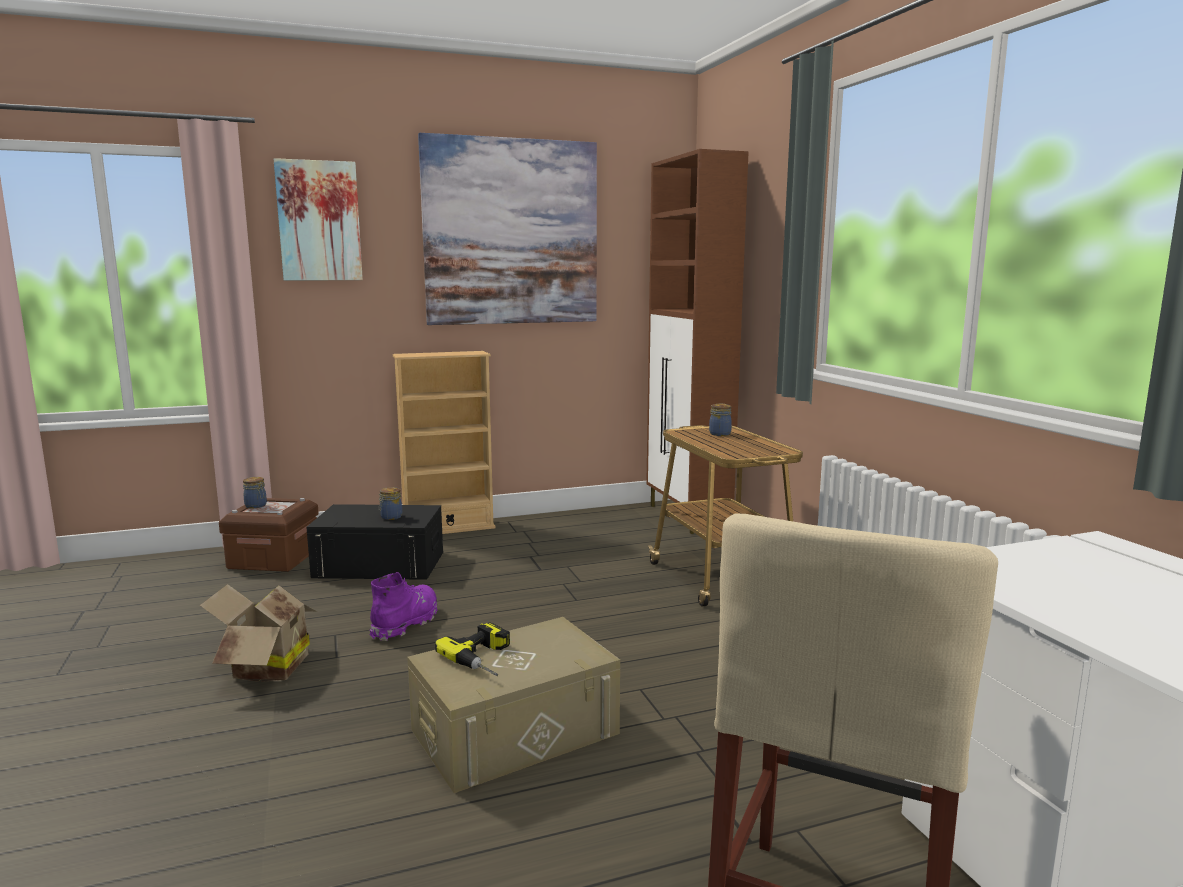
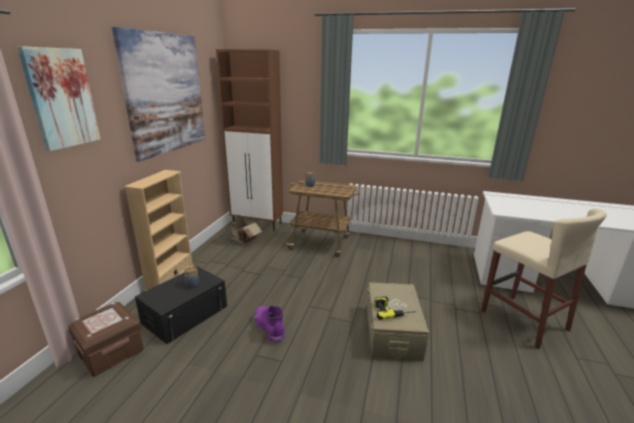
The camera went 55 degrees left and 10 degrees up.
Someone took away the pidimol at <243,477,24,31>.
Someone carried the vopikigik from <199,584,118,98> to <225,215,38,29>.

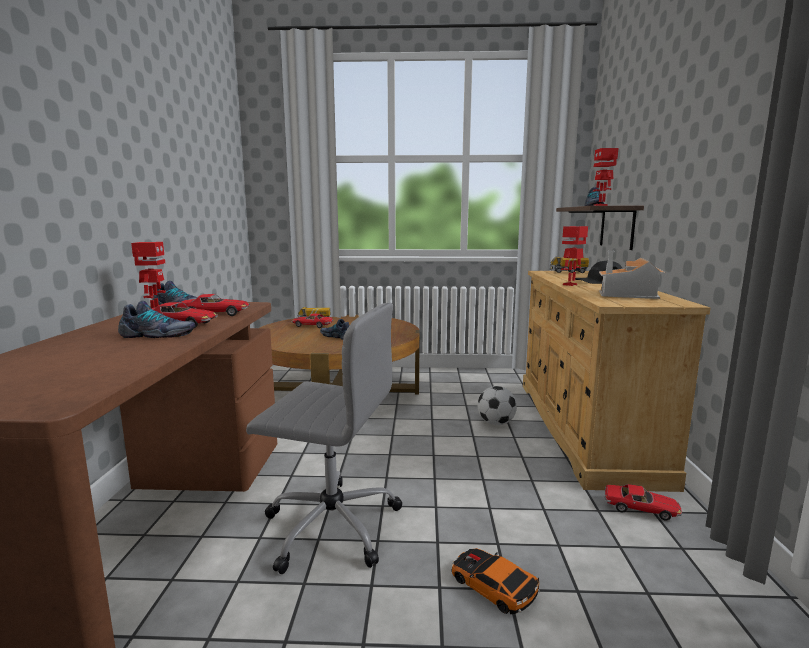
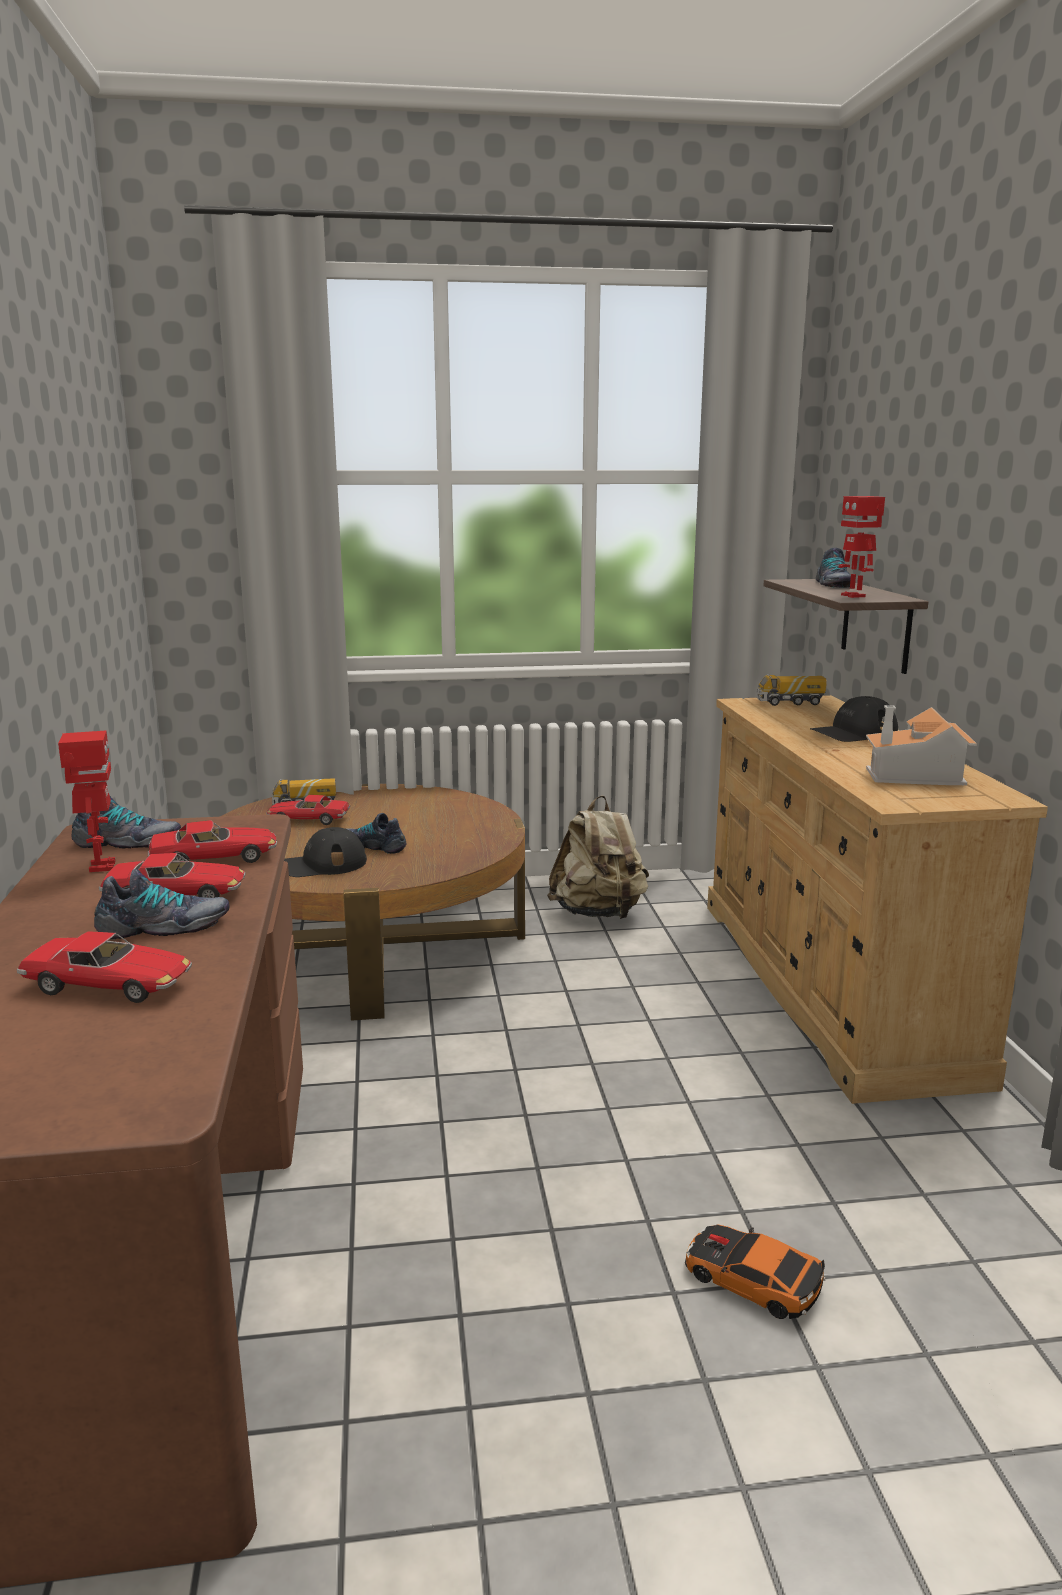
The camera went 10 degrees left and 5 degrees up.
Someone took away the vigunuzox at <561,226,27,60>.
Someone took away the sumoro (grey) at <246,303,156,271>.
Someone took away the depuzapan at <478,386,39,39>.
Someone carried the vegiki from <605,484,77,36> to <17,931,175,72>.
Someone put down the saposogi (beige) at <547,795,102,124>.
Someone put down the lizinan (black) at <284,827,83,50>.

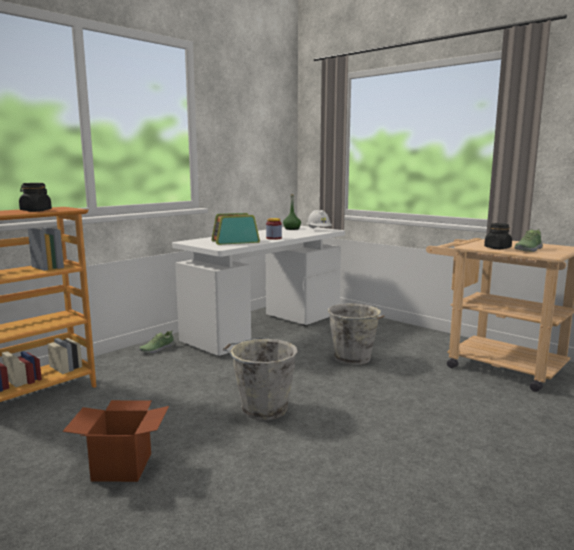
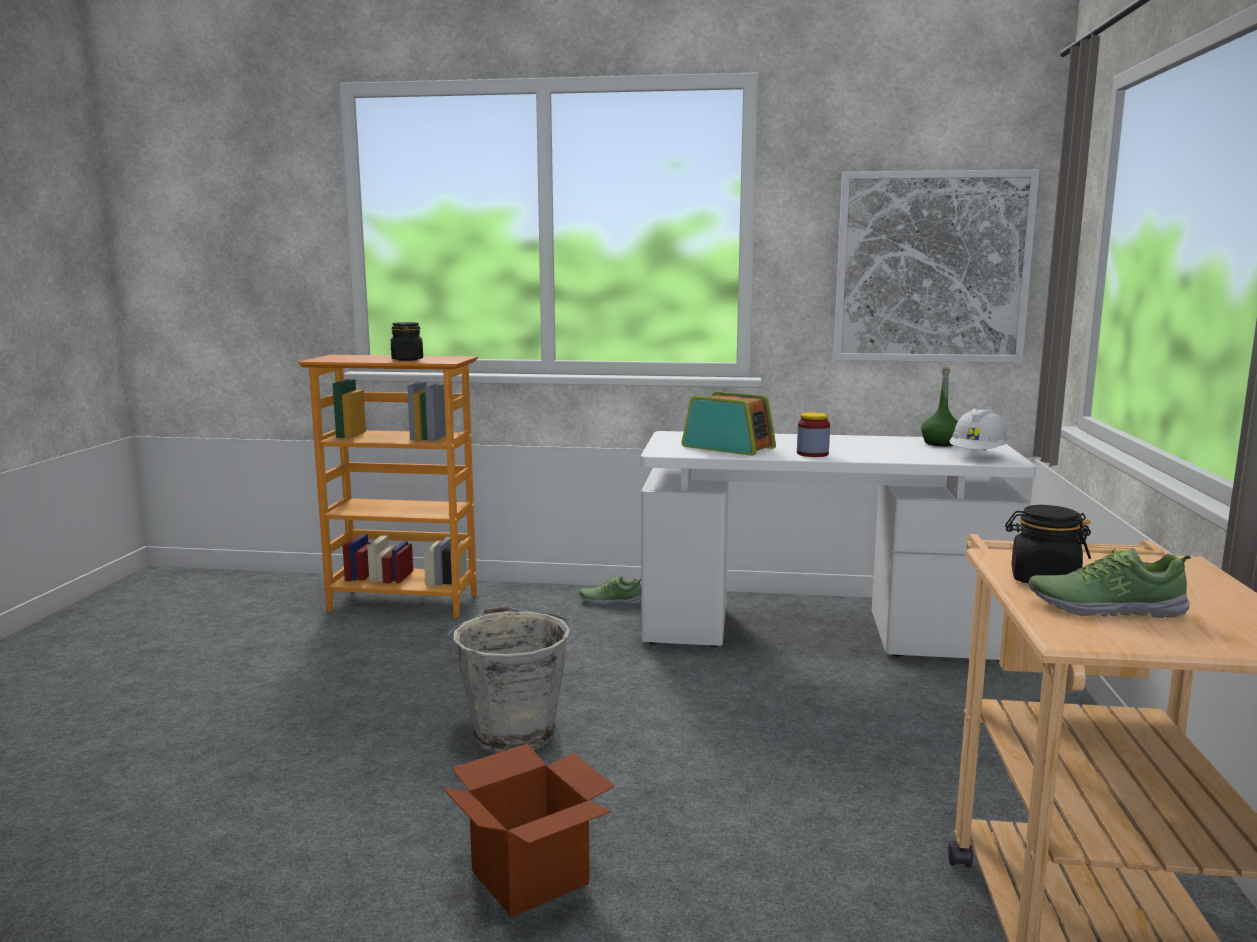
The camera went 55 degrees right and 0 degrees up.
Someone took away the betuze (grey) at <328,303,57,62>.
Someone carried the vopikigik from <63,400,106,82> to <442,744,173,173>.
Someone put up the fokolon at <833,169,207,194>.

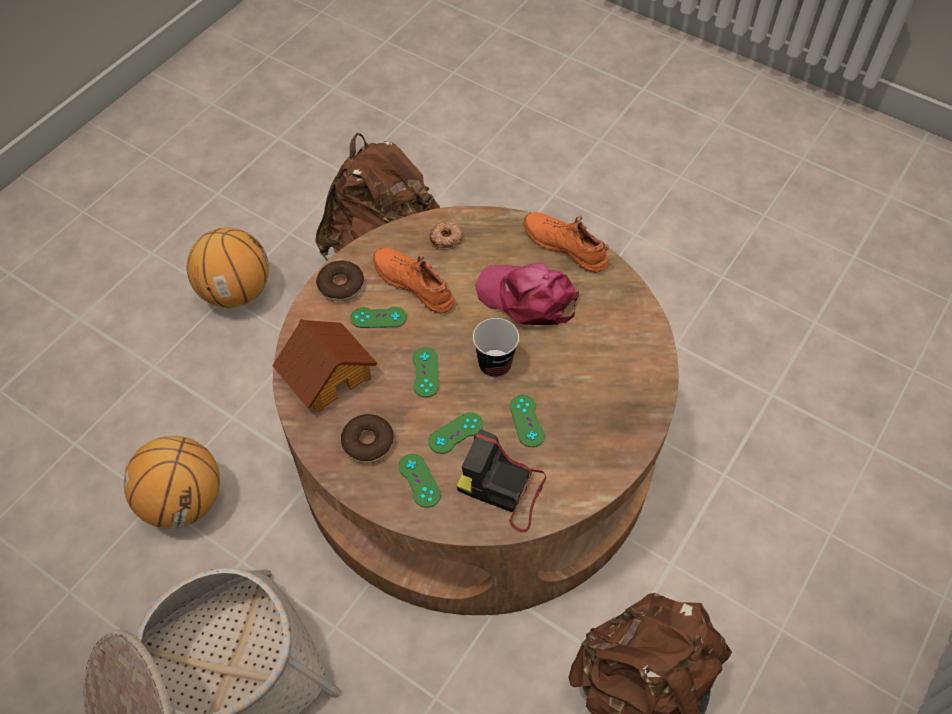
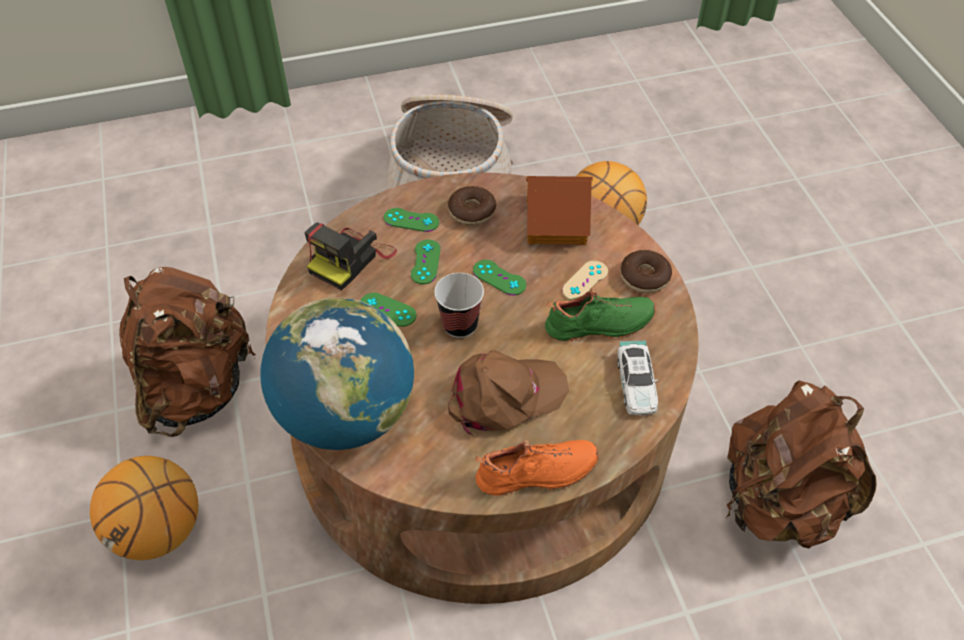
The camera went 130 degrees right and 5 degrees down.
Someone swapped the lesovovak at <430,221,33,29> for the vegiki at <617,340,41,76>.
Someone carried the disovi from <187,228,82,80> to <90,456,108,104>.
Someone repainted the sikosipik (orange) at <373,248,82,66>, which became the sikosipik (green) at <545,288,110,53>.
Someone repainted the lizinan (pink) at <475,263,104,62>, which became the lizinan (brown) at <448,350,121,87>.
Someone repainted the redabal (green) at <350,307,57,21>, which became the redabal (beige) at <562,261,46,38>.
Someone rotated the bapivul at <457,429,89,104> by 150 degrees clockwise.
Someone put down the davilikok at <260,298,154,152>.

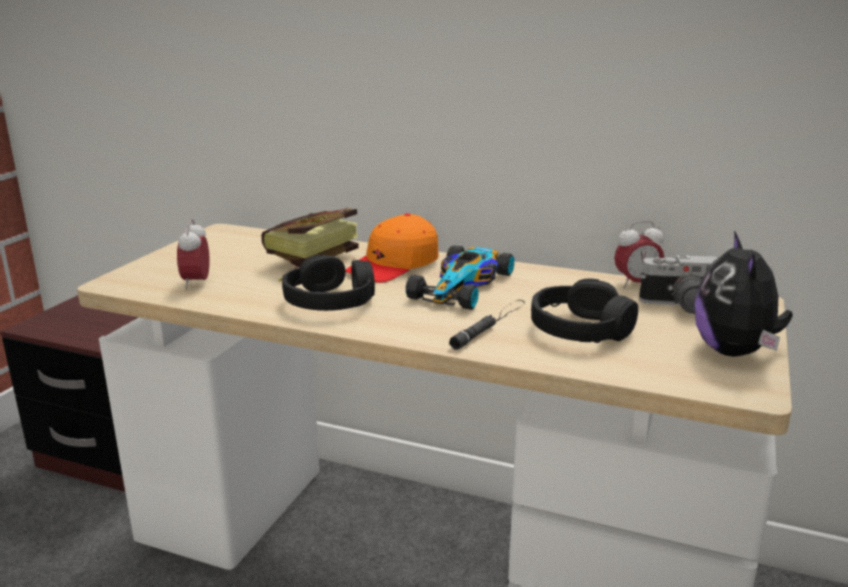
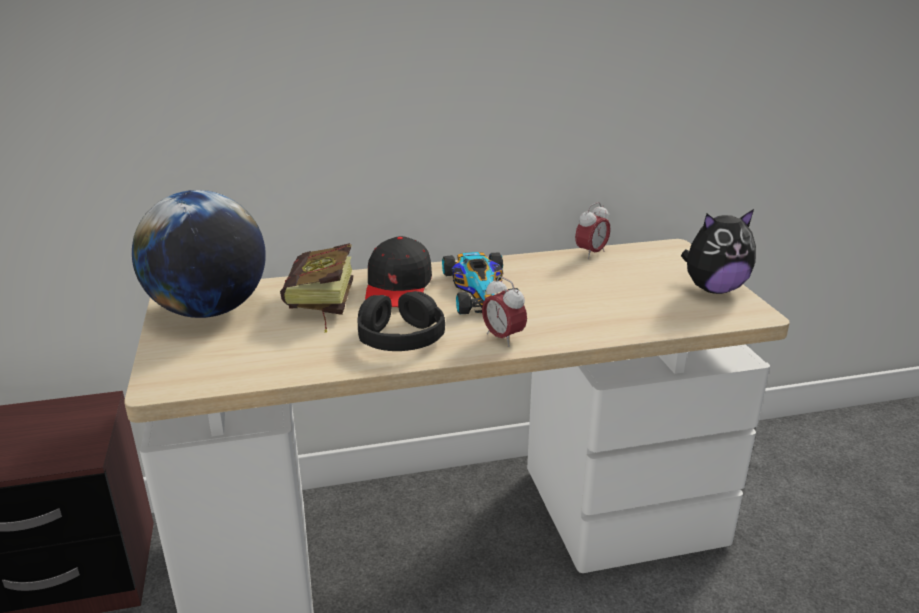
The camera went 35 degrees left and 5 degrees up.
Someone repainted the lizinan (orange) at <345,213,94,70>, which became the lizinan (black) at <365,236,67,71>.
Someone carried the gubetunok from <177,219,33,71> to <482,276,45,71>.
Someone rotated the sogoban at <695,230,98,127> by 75 degrees counterclockwise.
Someone took away the bapivul at <639,255,78,59>.
Someone took away the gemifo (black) at <531,278,107,65>.
Someone took away the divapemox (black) at <449,300,76,50>.
Someone put down the davilikok at <132,190,134,128>.

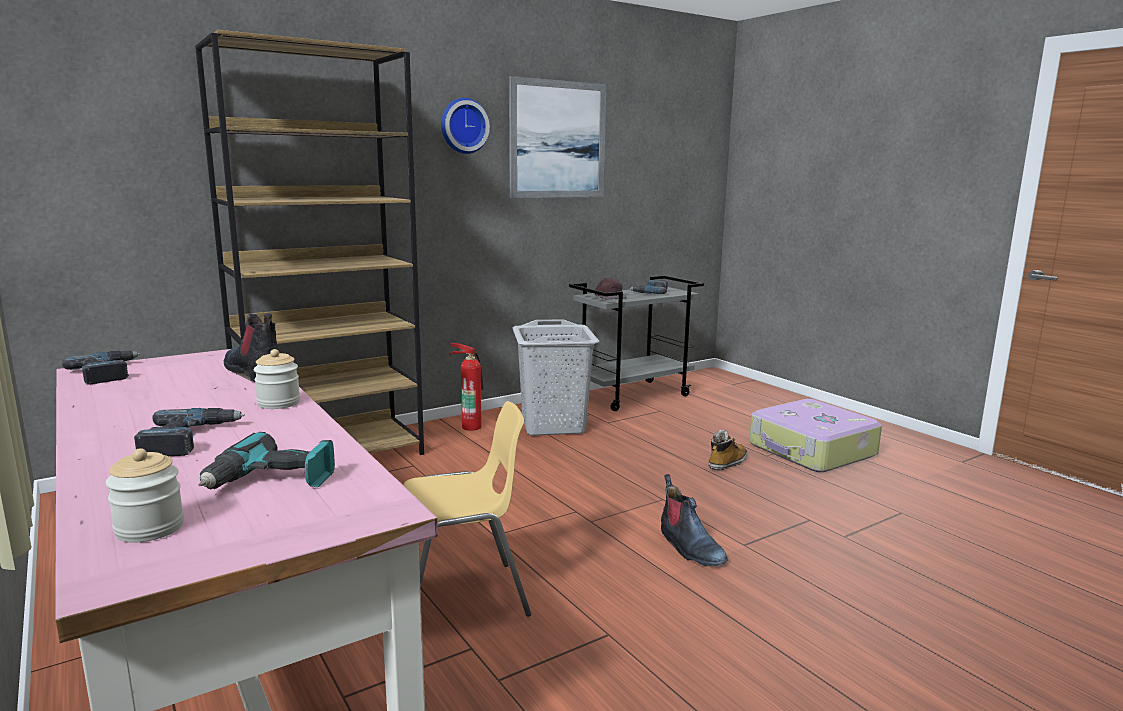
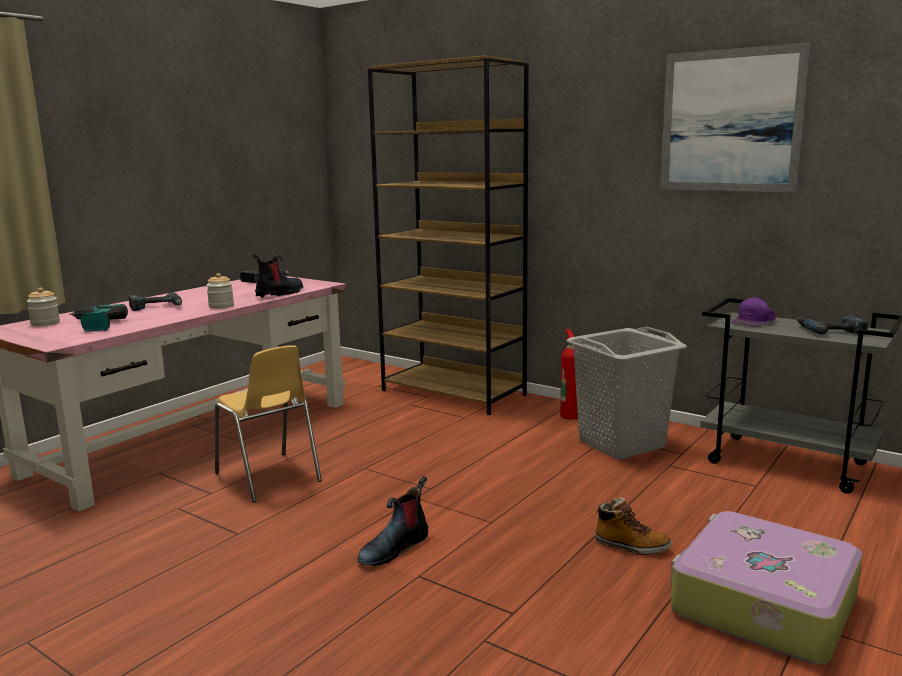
The camera went 70 degrees right and 0 degrees up.
Someone took away the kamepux at <441,98,49,56>.
Someone repainted the lizinan (brown) at <595,278,31,21>, which became the lizinan (purple) at <731,297,45,30>.

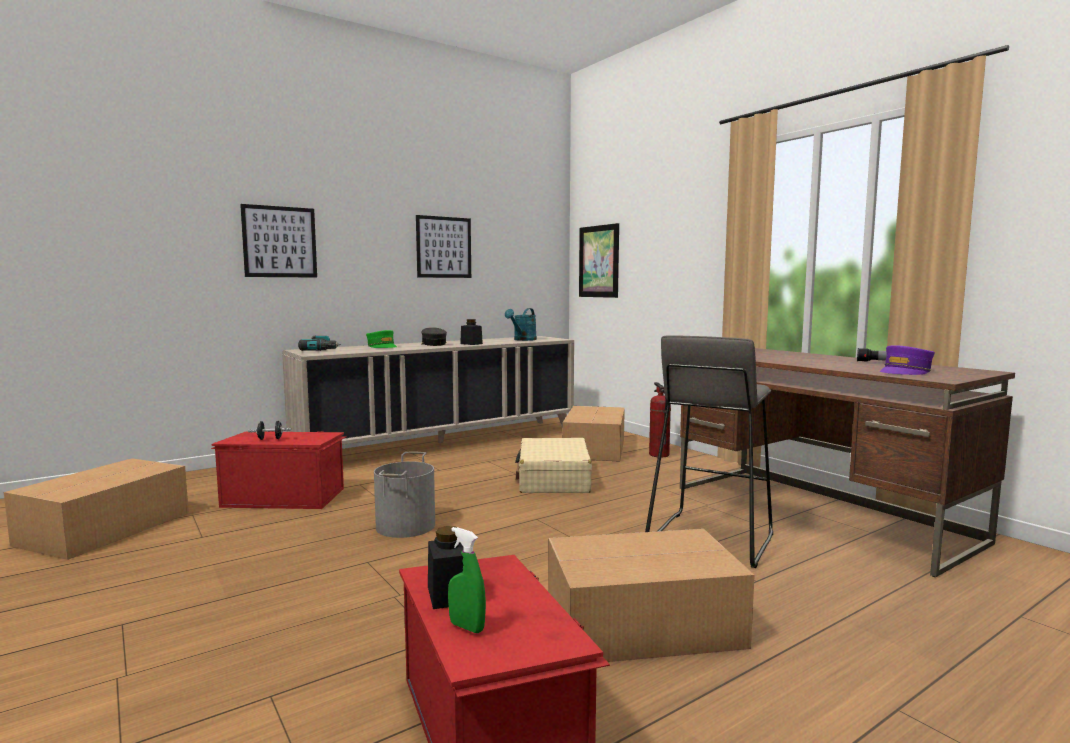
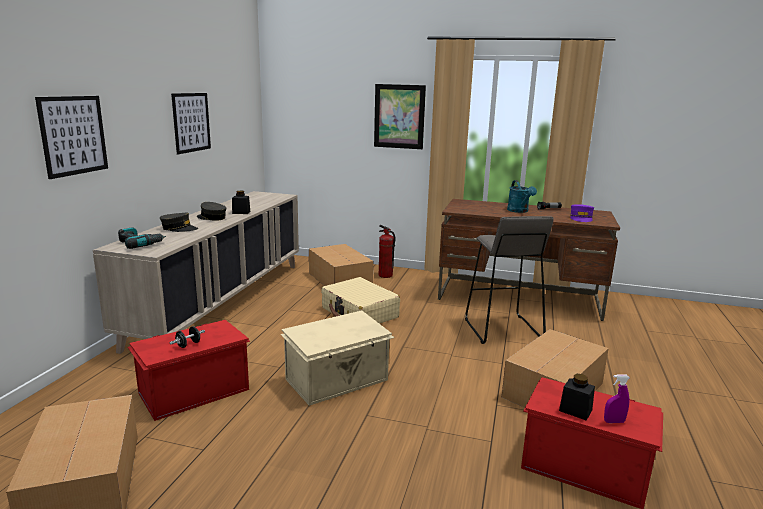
The camera went 40 degrees left and 10 degrees up.
Someone carried the fokolon from <579,223,40,75> to <374,84,52,65>.
Someone carried the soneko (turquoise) from <505,308,32,33> to <507,180,30,33>.
Someone repainted the lizinan (green) at <366,330,31,18>, which became the lizinan (grey) at <160,212,38,20>.
Someone swapped the betuze (grey) at <374,452,61,86> for the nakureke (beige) at <281,310,113,96>.
Someone repainted the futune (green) at <448,527,38,106>, which became the futune (purple) at <604,374,26,49>.

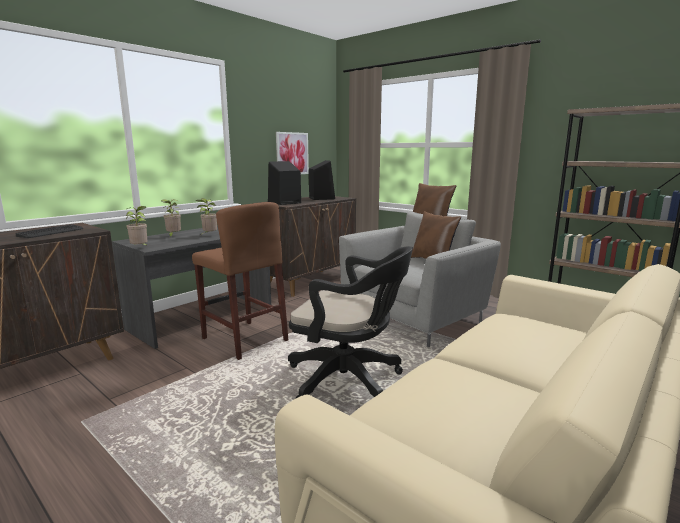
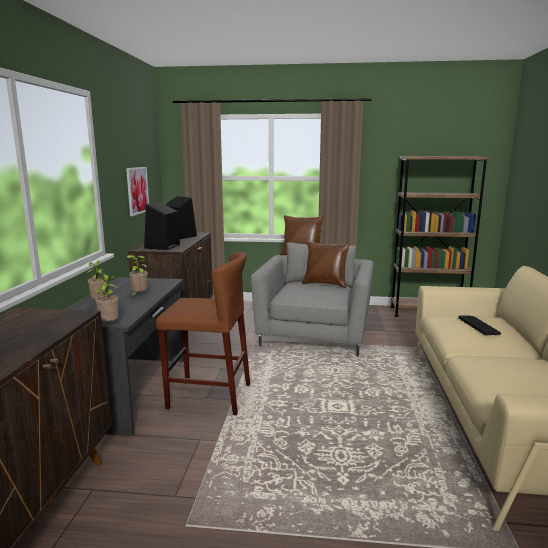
The camera went 35 degrees left and 0 degrees up.
Someone carried the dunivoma from <15,224,68,14> to <458,315,43,20>.
Someone took away the sumoro (black) at <288,246,125,152>.

